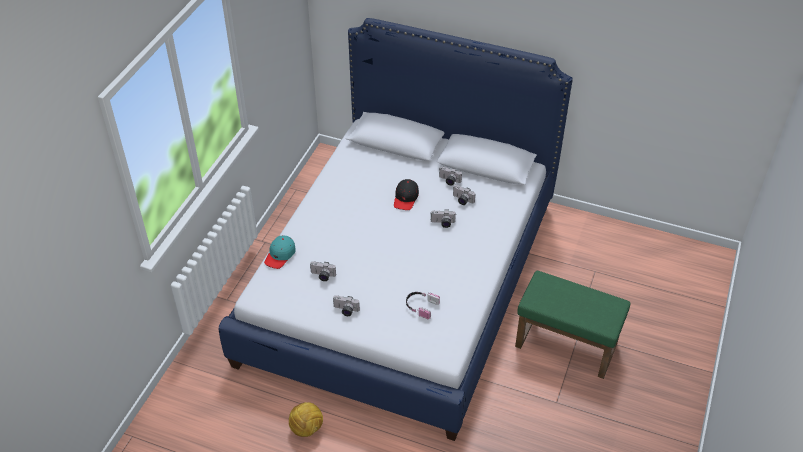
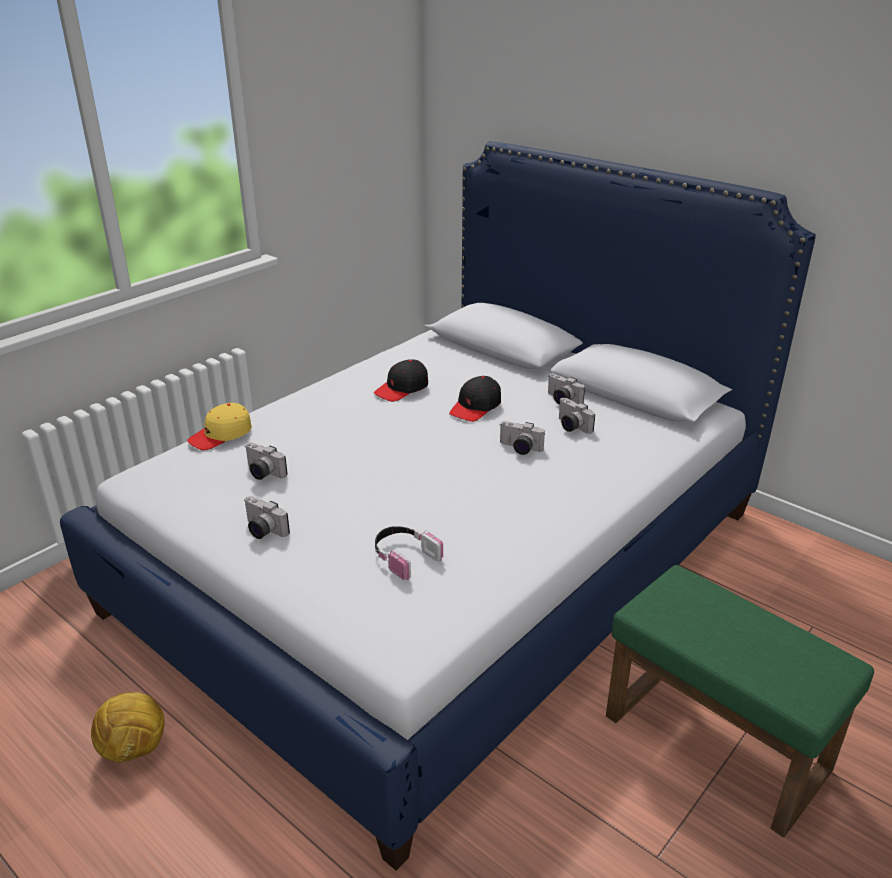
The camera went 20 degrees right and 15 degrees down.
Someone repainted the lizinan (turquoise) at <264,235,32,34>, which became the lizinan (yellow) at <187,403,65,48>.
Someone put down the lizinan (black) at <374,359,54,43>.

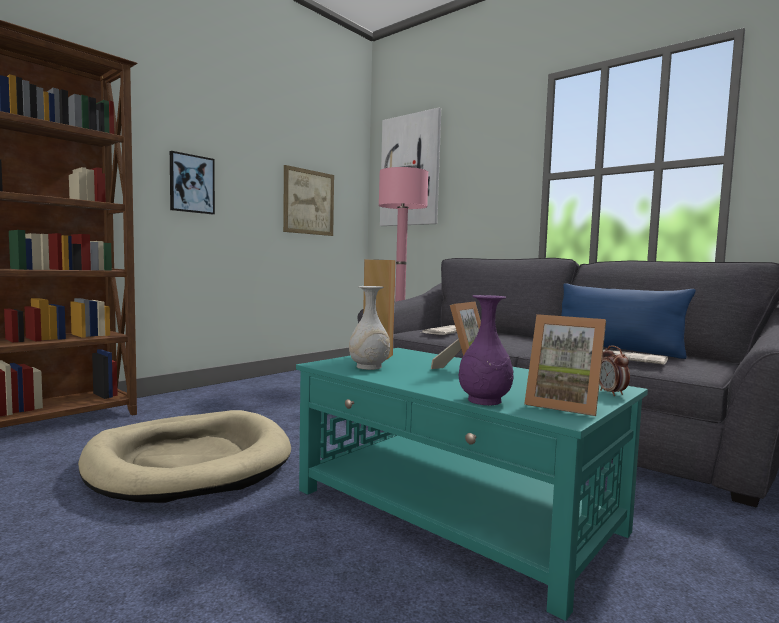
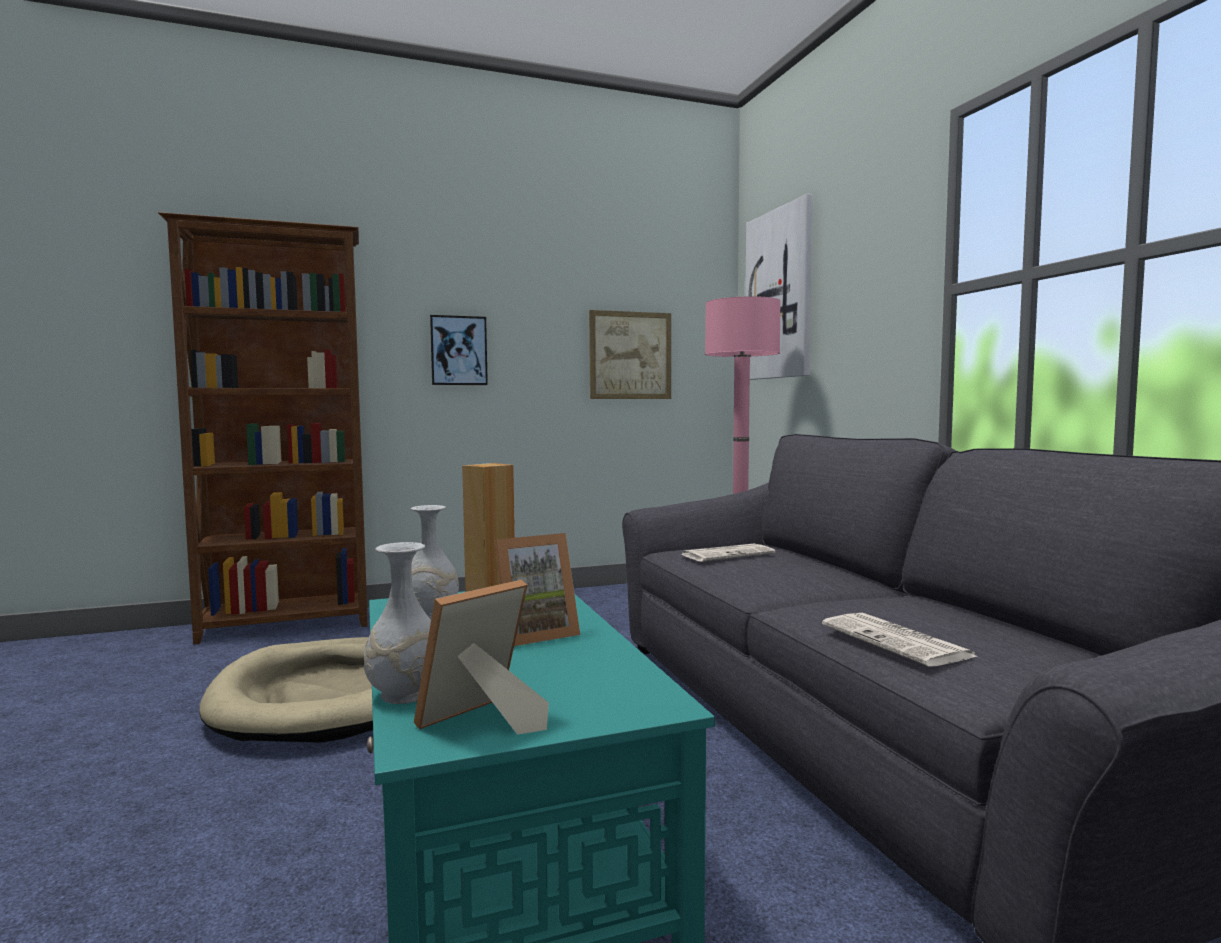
The camera went 30 degrees right and 0 degrees up.
Someone took away the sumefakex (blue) at <561,283,135,76>.
Someone repainted the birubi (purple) at <459,295,55,110>, which became the birubi (white) at <364,542,67,162>.
Someone rotated the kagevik at <524,314,82,102> by 75 degrees clockwise.
Someone took away the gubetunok at <599,345,31,51>.

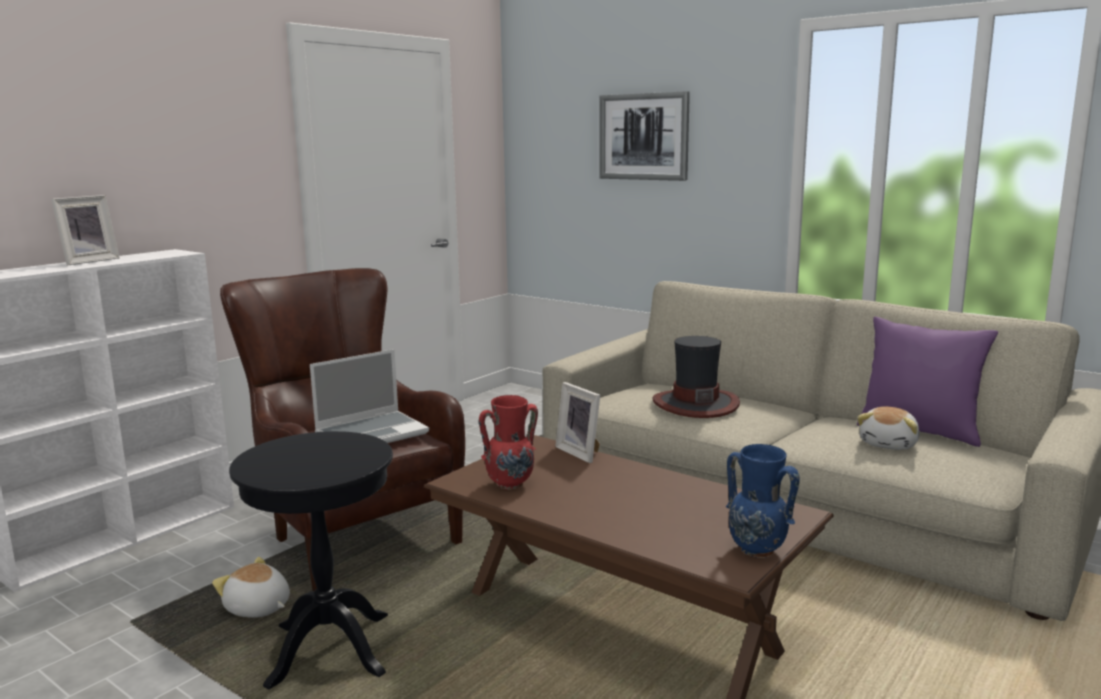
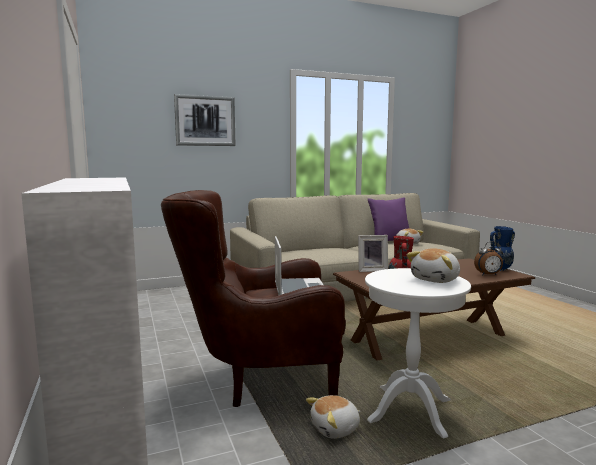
The camera went 60 degrees left and 5 degrees down.
Someone took away the kagevik at <51,195,69,71>.
Someone took away the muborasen at <653,336,87,82>.
Someone repainted the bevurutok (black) at <229,431,164,259>, which became the bevurutok (white) at <365,268,106,171>.
Someone put down the gubetunok at <474,241,29,34>.
Someone put down the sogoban at <407,248,53,35>.

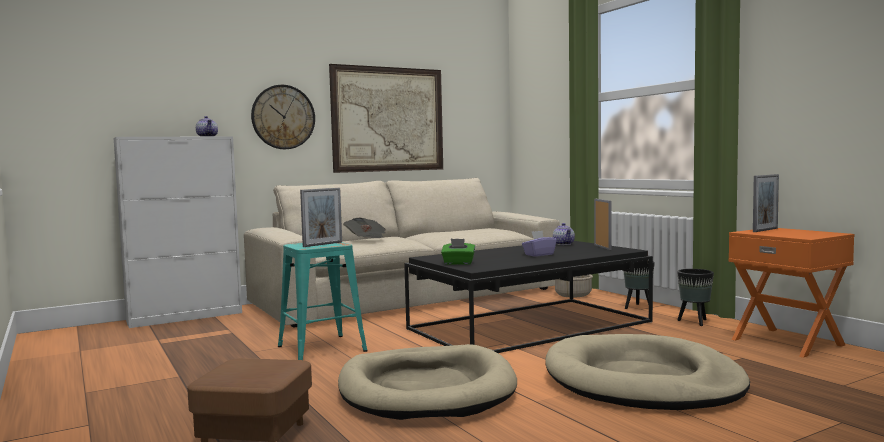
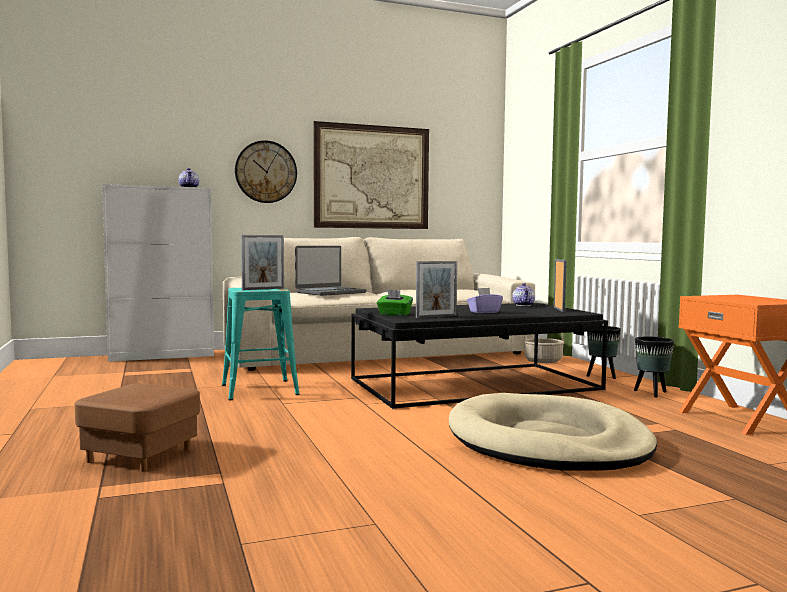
The camera went 10 degrees right and 0 degrees up.
Someone carried the kagevik from <753,174,26,58> to <416,261,41,57>.
Someone swapped the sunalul at <343,218,43,20> for the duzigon at <295,246,71,50>.
Someone took away the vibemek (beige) at <338,344,179,76>.

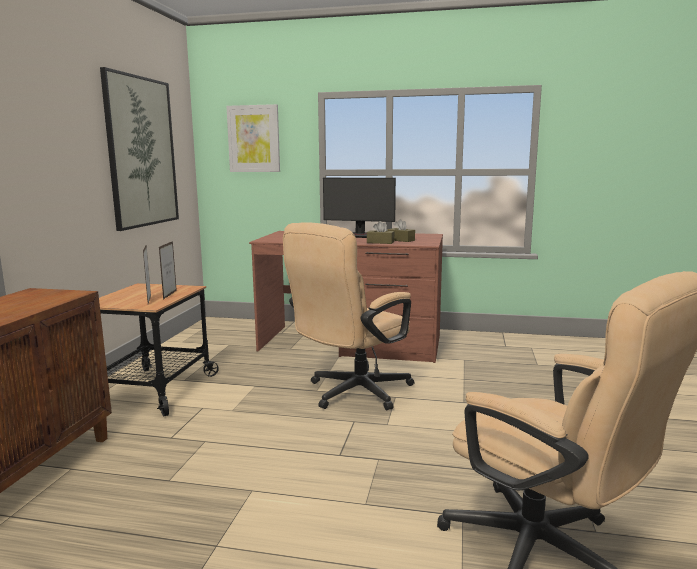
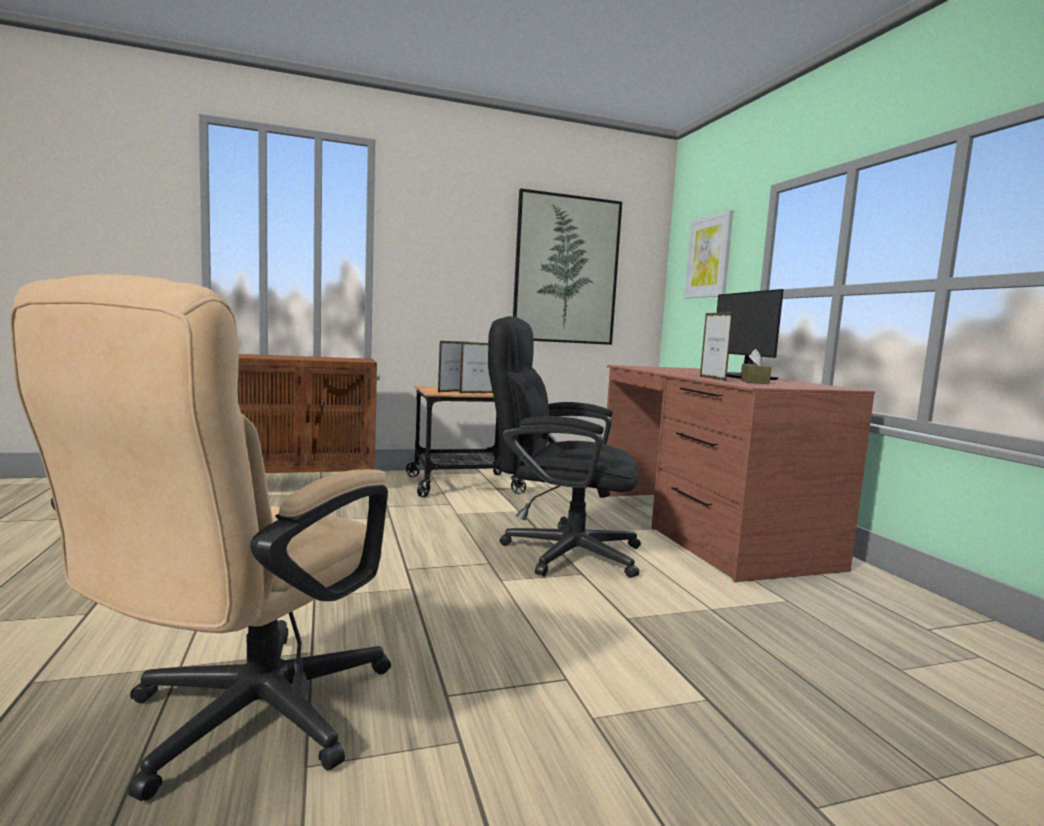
The camera went 60 degrees right and 5 degrees down.
Someone swapped the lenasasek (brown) at <367,221,27,23> for the kagevik at <700,312,33,69>.
Someone repainted the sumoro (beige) at <283,222,132,188>, which became the sumoro (black) at <488,316,153,262>.

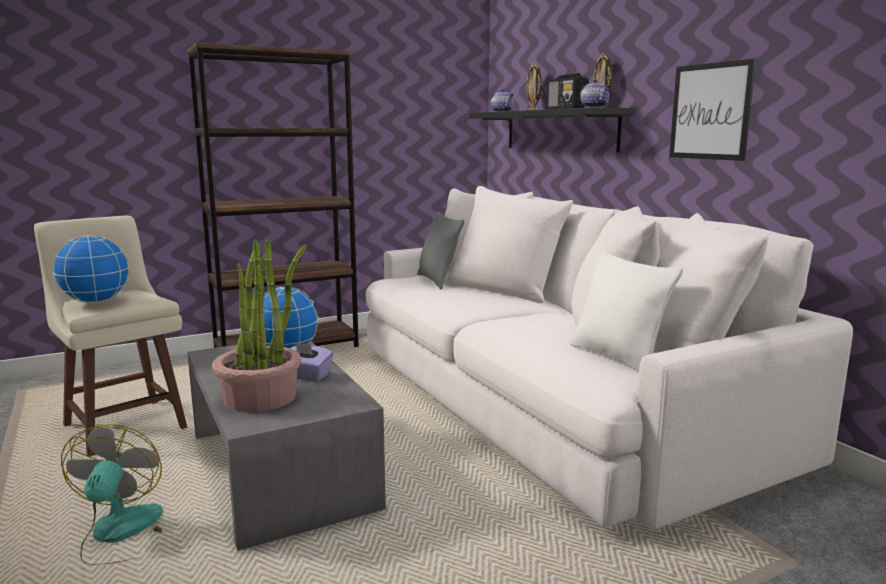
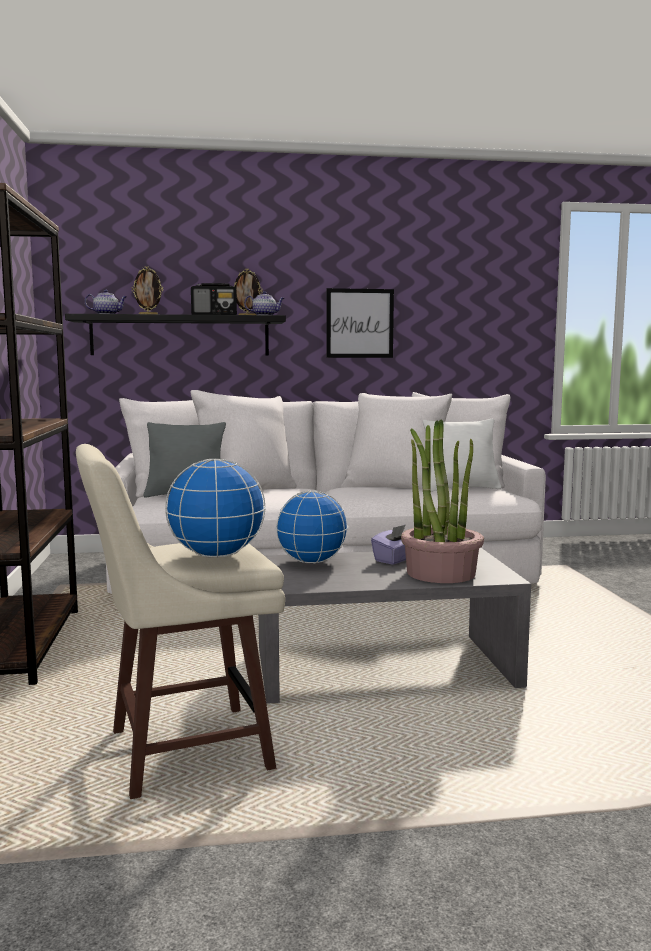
The camera went 70 degrees left and 5 degrees down.
Someone took away the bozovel at <61,424,102,141>.

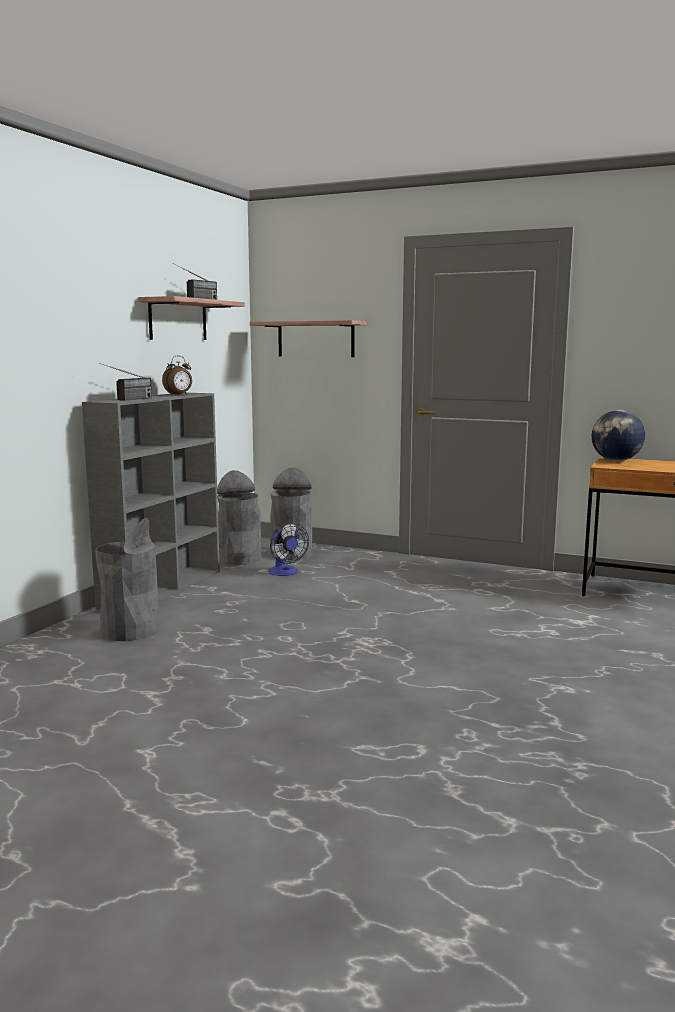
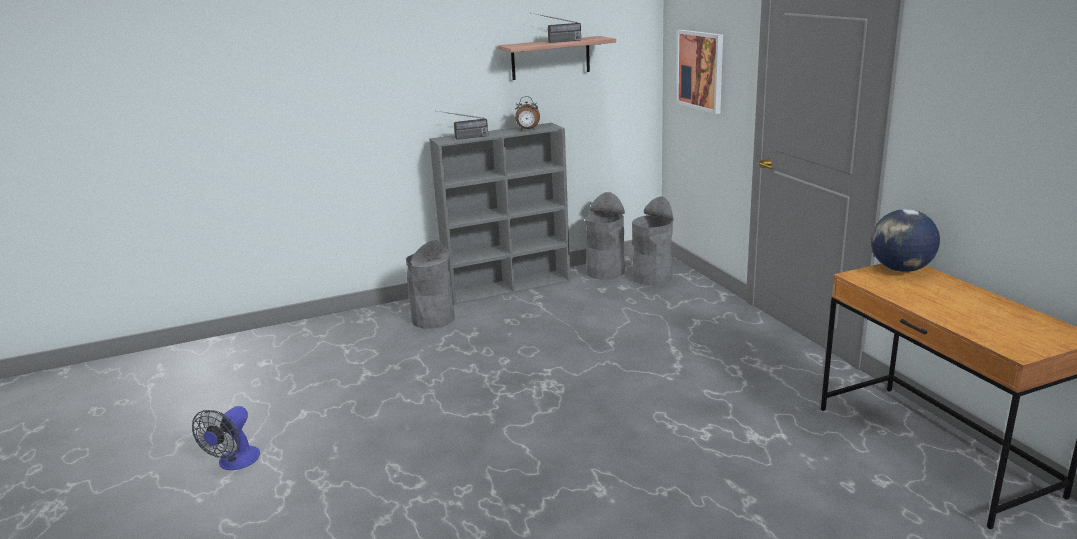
The camera went 45 degrees right and 10 degrees up.
Someone swapped the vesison at <250,320,117,37> for the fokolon at <676,30,47,84>.
Someone carried the bozovel from <268,522,41,54> to <192,406,68,64>.

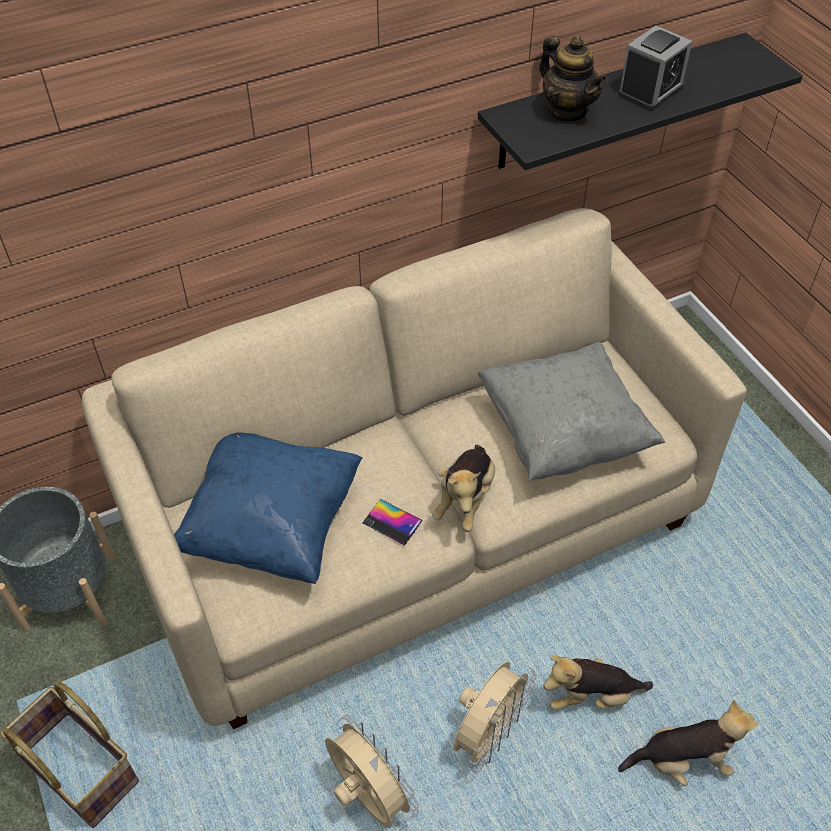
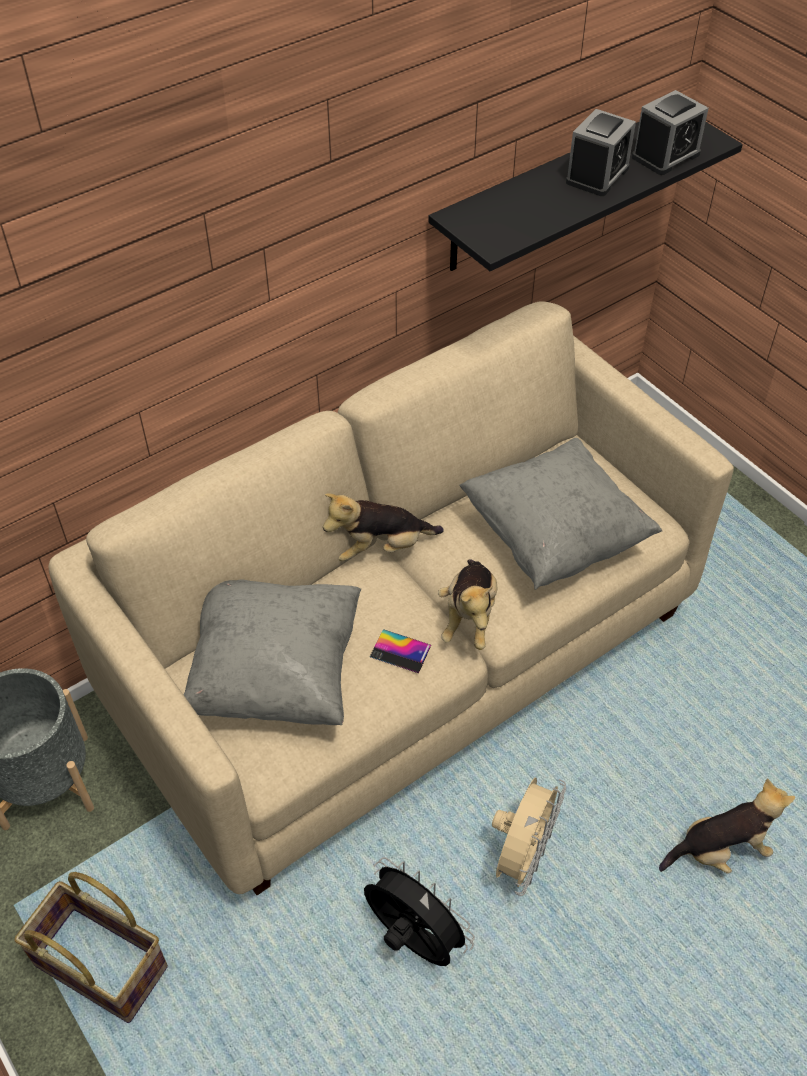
The camera went 10 degrees left and 0 degrees up.
Someone took away the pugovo at <539,36,68,86>.
Someone repainted the sumefakex (blue) at <174,433,189,151>, which became the sumefakex (grey) at <183,580,178,145>.
Someone carried the sogoban from <543,655,110,55> to <323,494,121,67>.
Someone repainted the bozovel (beige) at <325,714,94,114>, which became the bozovel (black) at <364,857,111,109>.
Someone put down the gubetunok at <632,90,77,85>.

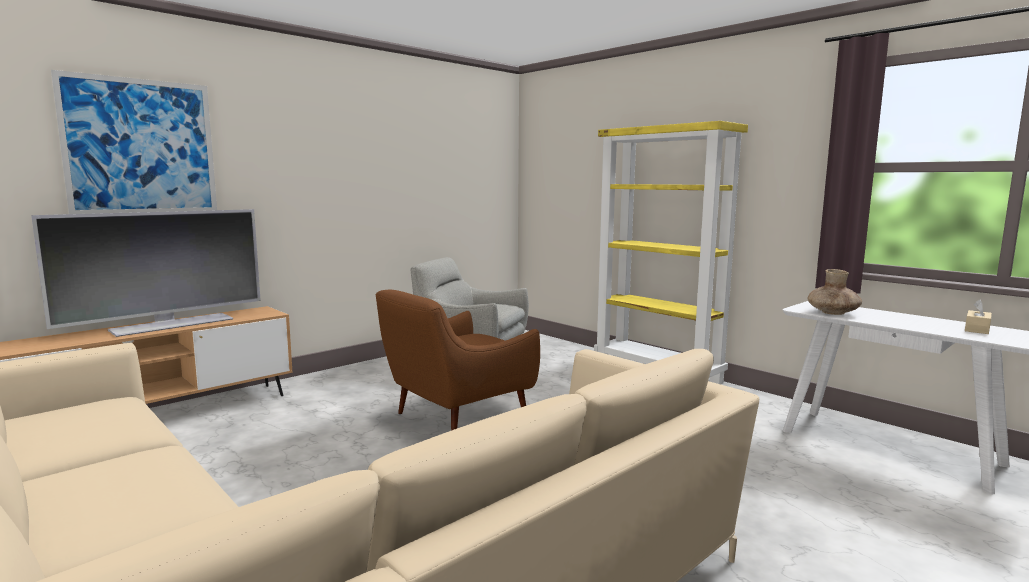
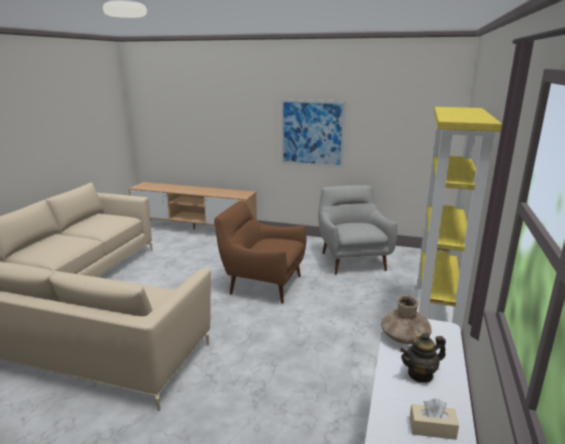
The camera went 60 degrees right and 10 degrees up.
Someone carried the fokolon from <51,70,166,144> to <281,100,65,68>.
Someone took away the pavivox at <31,209,230,128>.
Someone put down the pugovo at <400,333,46,50>.

